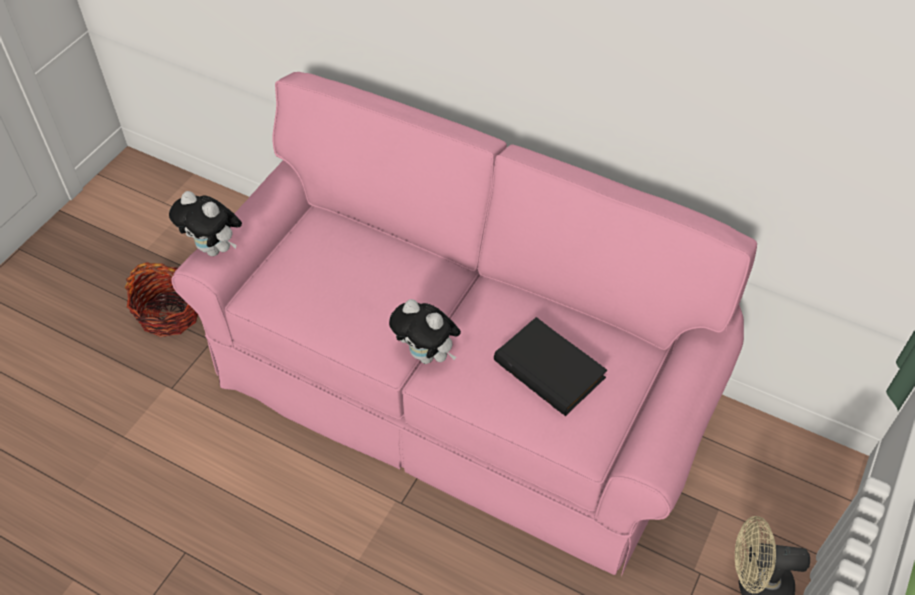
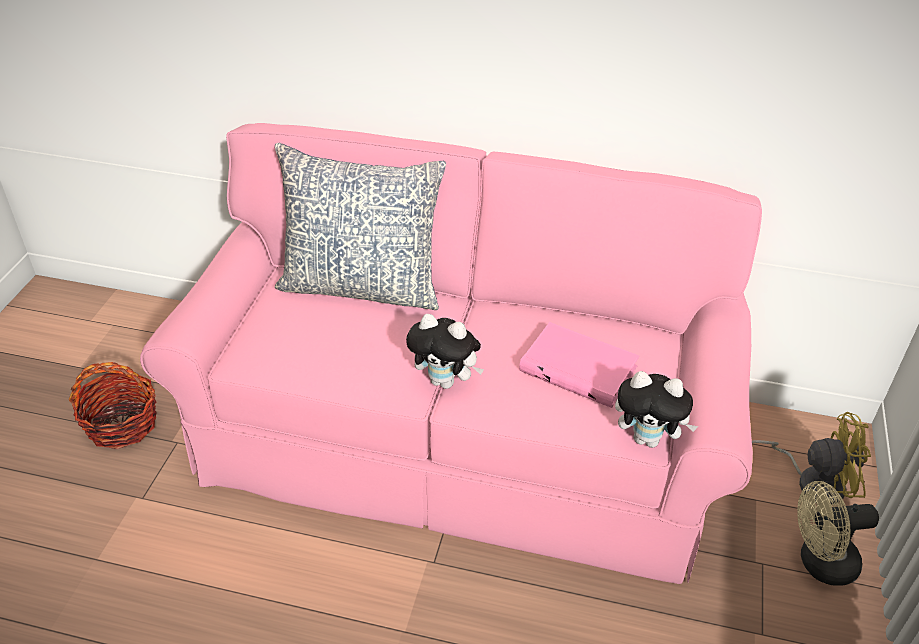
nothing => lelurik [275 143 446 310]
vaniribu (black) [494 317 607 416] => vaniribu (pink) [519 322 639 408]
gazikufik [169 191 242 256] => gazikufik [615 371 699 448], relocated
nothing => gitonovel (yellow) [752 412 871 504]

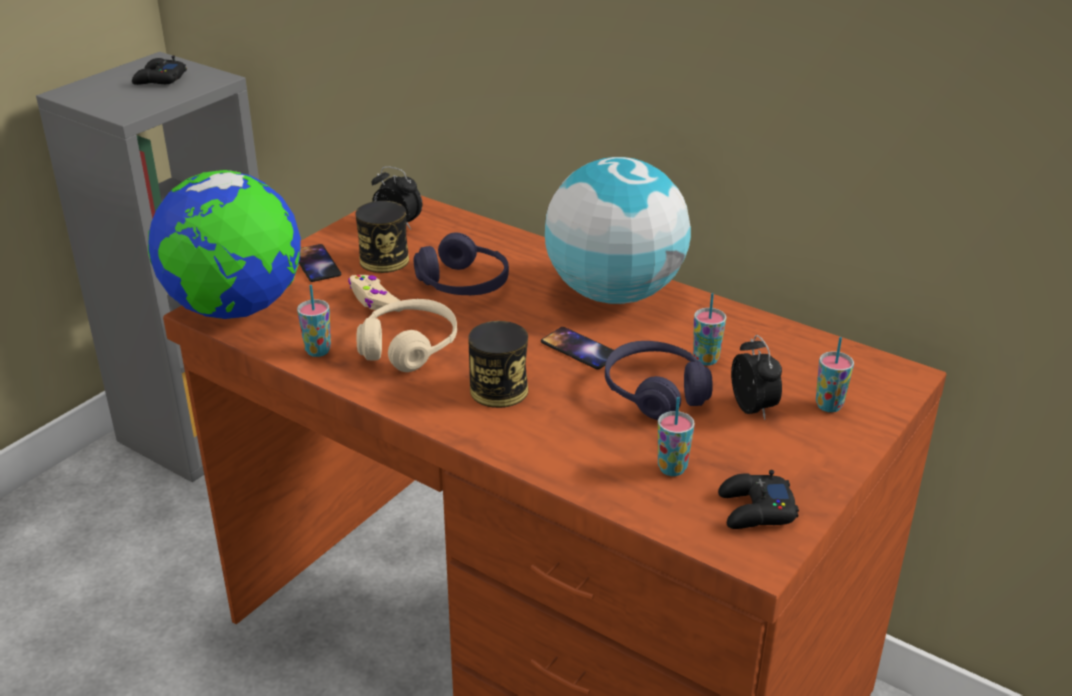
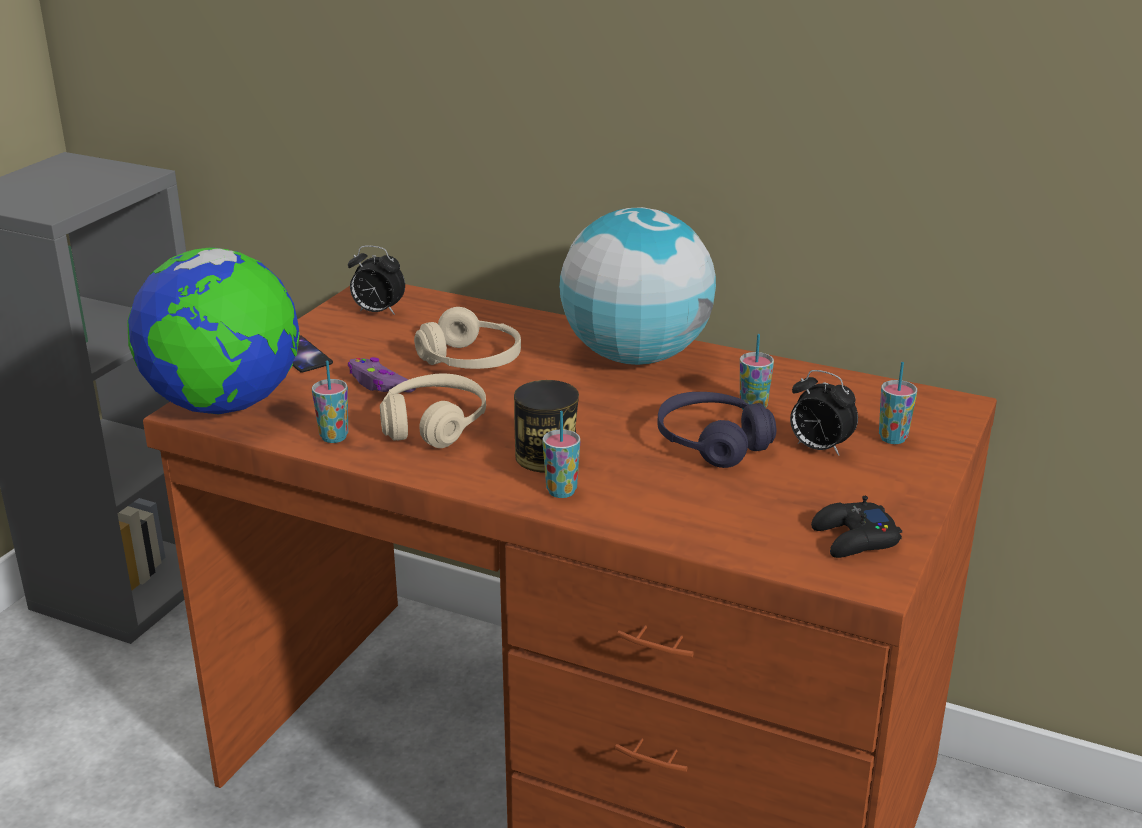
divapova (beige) [348 275 402 312] => divapova (purple) [348 357 416 393]
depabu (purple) [414 233 509 295] => depabu (beige) [414 307 521 369]
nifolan [658 397 695 476] => nifolan [542 411 580 498], relocated
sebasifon [731 335 782 420] => sebasifon [790 370 858 456], 150 degrees clockwise
divapova (black) [132 56 187 85] => nothing
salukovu [355 201 409 273] => nothing
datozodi [541 327 614 370] => nothing

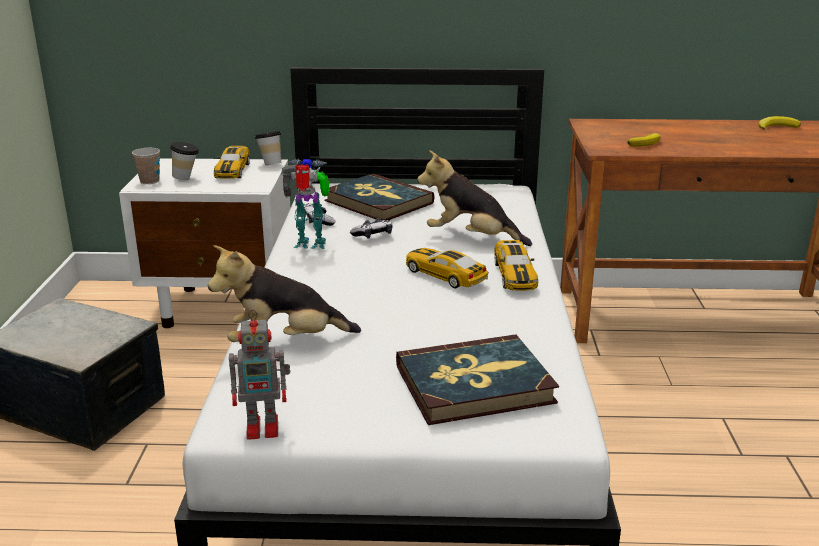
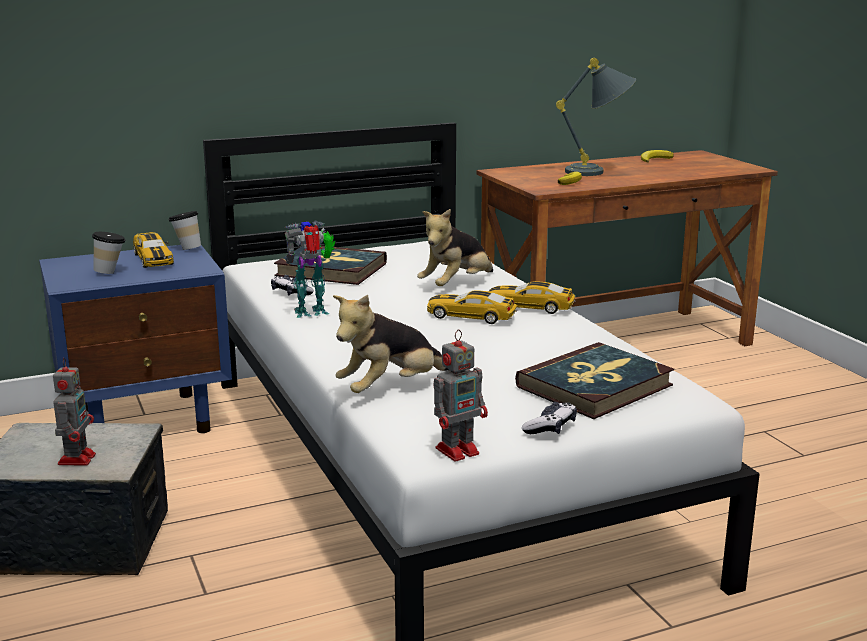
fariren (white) [119 158 291 328] => fariren (blue) [39 245 232 433]
nothing => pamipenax [53 358 96 466]
gazikufik [417 150 532 246] => gazikufik [417 209 493 286], 45 degrees counterclockwise
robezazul [494 240 538 291] => robezazul [489 281 575 314], 135 degrees clockwise
divapova [350 218 393 239] => divapova [522 402 577 434], relocated
nothing => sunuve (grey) [556 58 636 176]
nifolan [132 148 160 184] => nothing

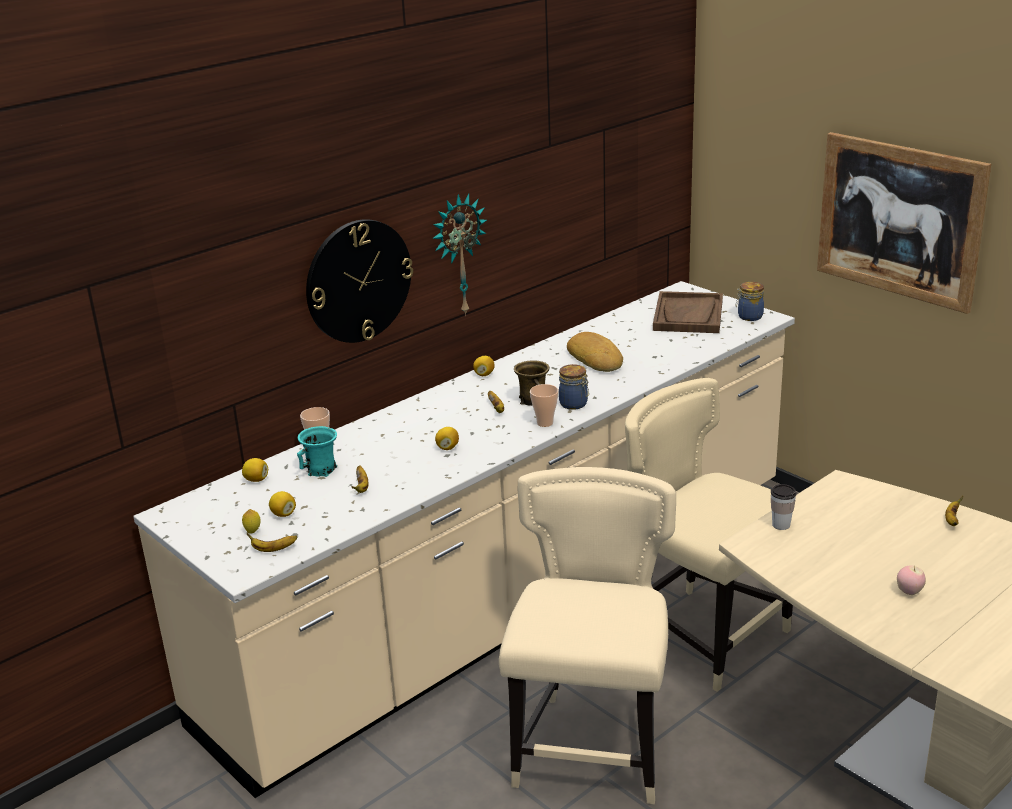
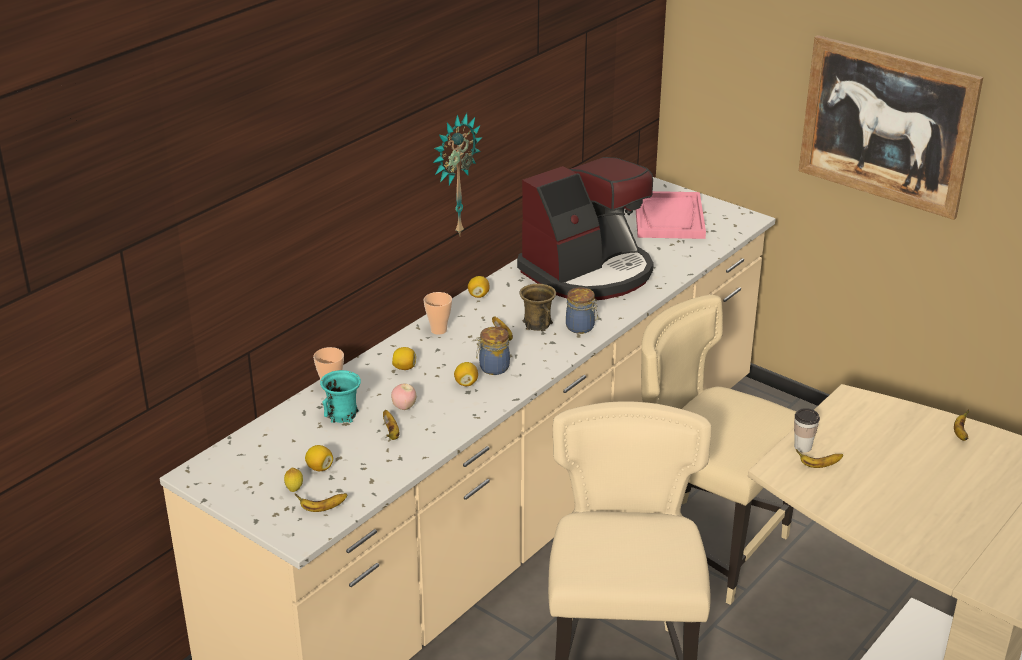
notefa [897 566 926 595] => notefa [391 383 417 410], relocated
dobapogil [242 458 268 482] => dobapogil [392 347 416 370], relocated
nifolan [530 384 558 427] => nifolan [424 292 452 335], relocated
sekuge [736 282 764 321] => sekuge [476 327 510 375], relocated
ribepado [567 332 623 372] => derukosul [517 157 654 300]
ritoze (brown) [653 291 723 333] => ritoze (pink) [636 191 706 239]
nothing => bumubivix [796 449 843 468]
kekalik [306 219 413 343] => nothing

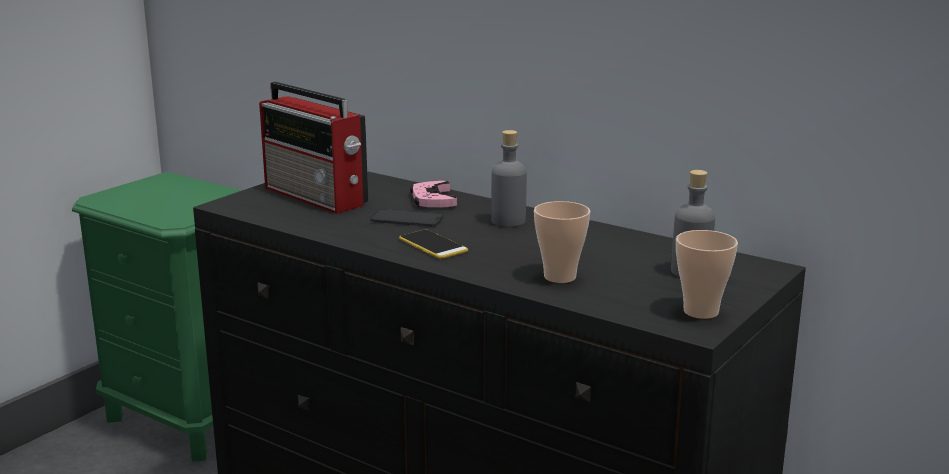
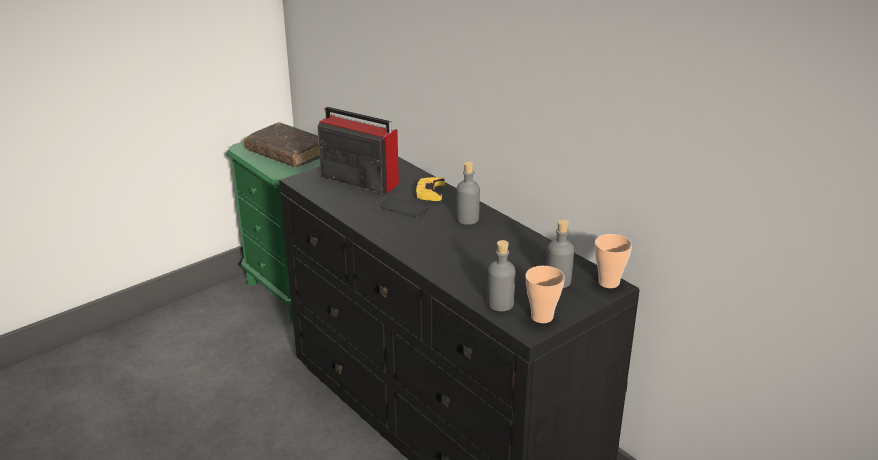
nothing => vaniribu (brown) [244 122 320 167]
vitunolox [259 82 368 214] => vitunolox [317 107 399 194], 150 degrees clockwise
divapova (pink) [410 181 457 207] => divapova (yellow) [414 177 445 201]
nothing => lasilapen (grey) [487 240 515 311]
nifolan [534 201 590 283] => nifolan [595 234 632 288], relocated
datozodi [399 230 468 259] => nothing

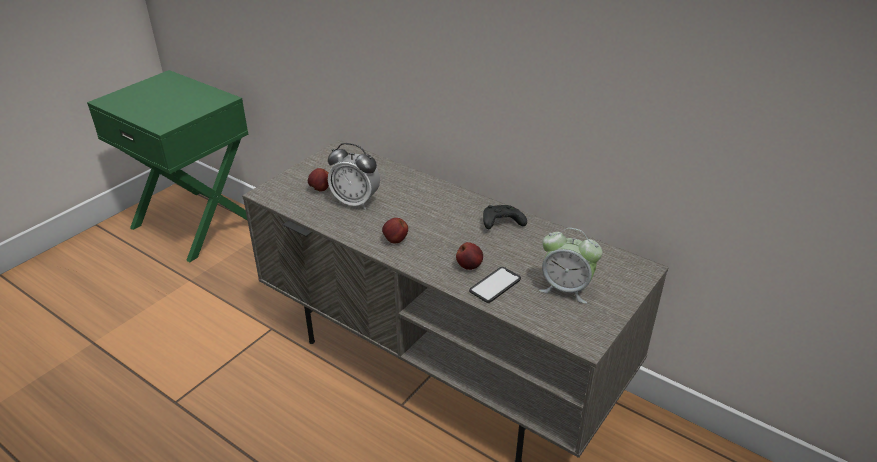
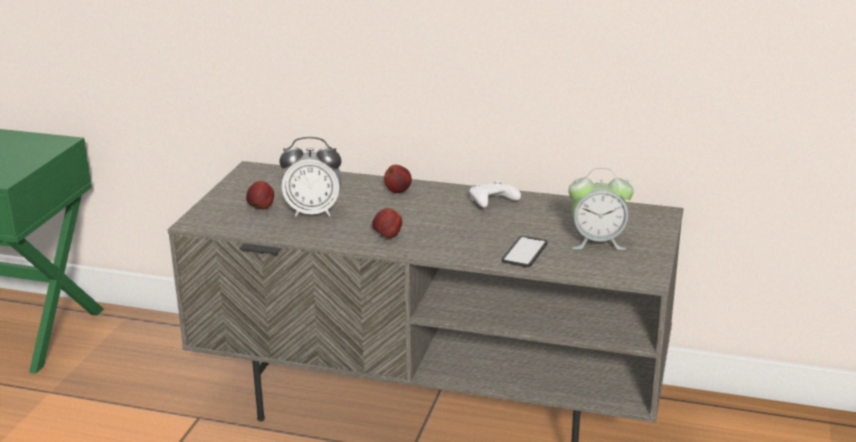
notefa [456 242 483 270] => notefa [384 165 412 193], relocated
divapova (black) [483 205 527 229] => divapova (white) [470 181 521 208]

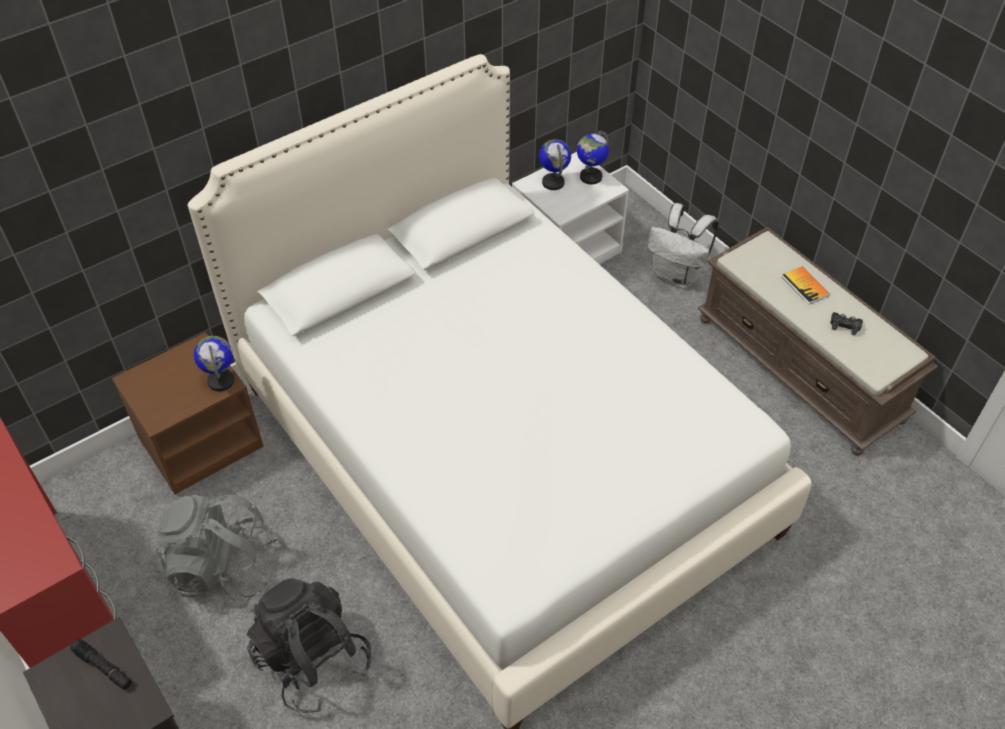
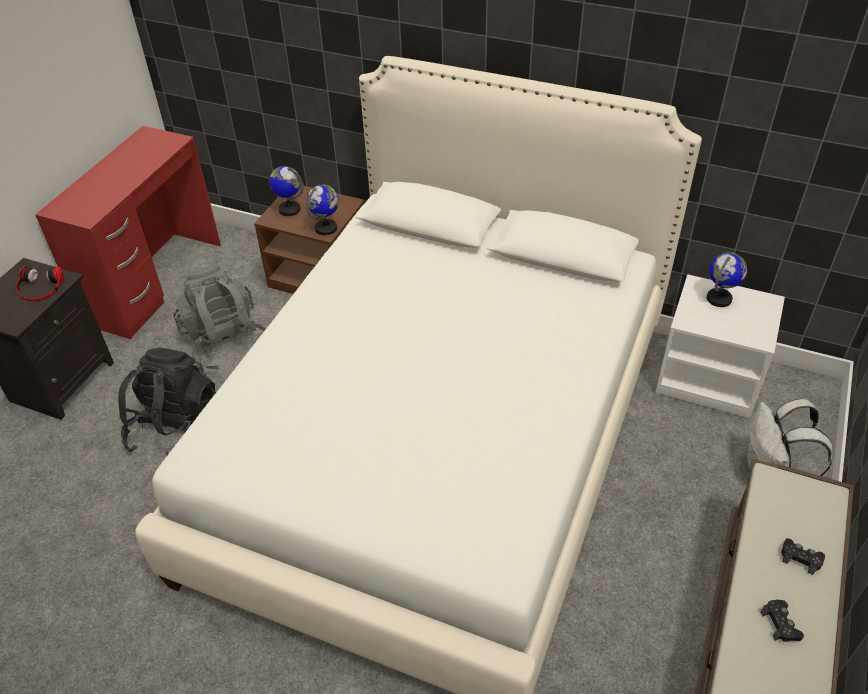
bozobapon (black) [70 639 132 690] => depabu [16 266 64 301]
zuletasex [577 131 609 185] => zuletasex [269 166 304 216], relocated
vaniribu [782 267 830 305] => divapova (black) [781 538 825 575]

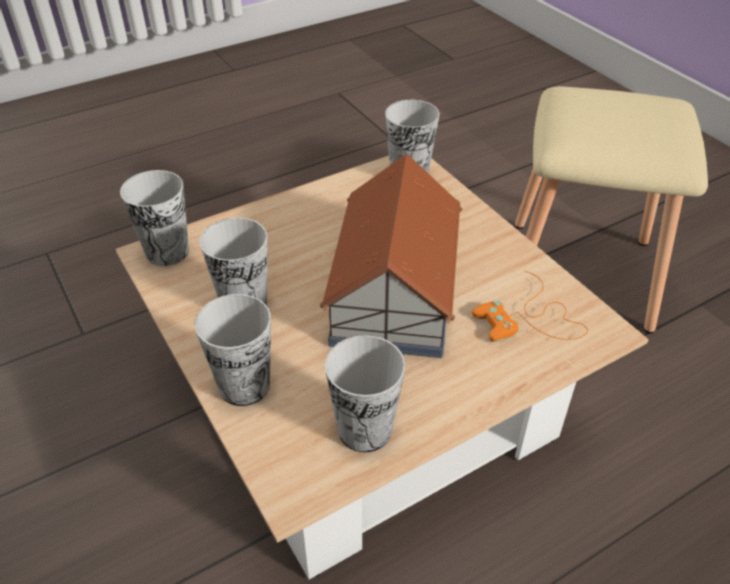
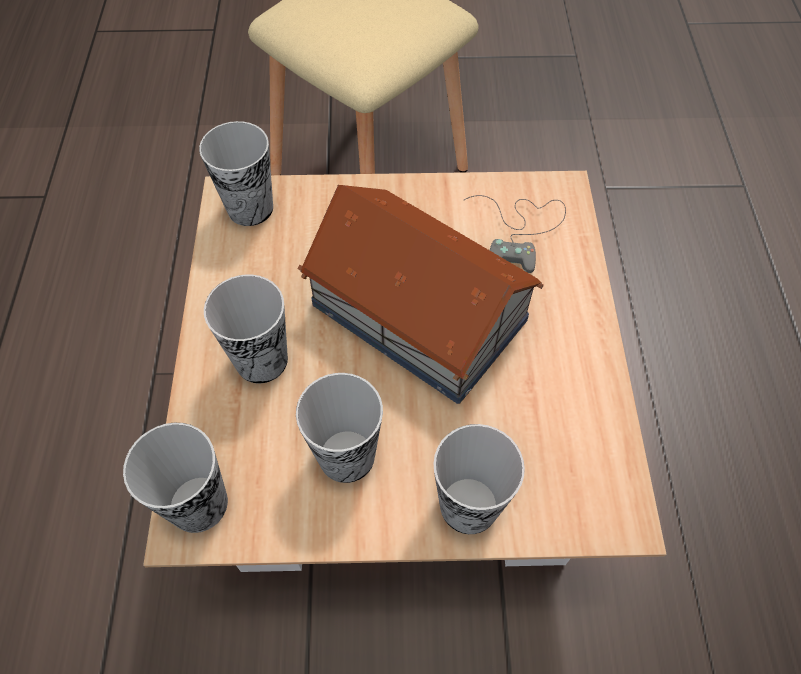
nifolan [325 335 405 452] => nifolan [204 275 288 383], relocated
divapova (orange) [472 271 588 342] => divapova (grey) [464 195 566 273]

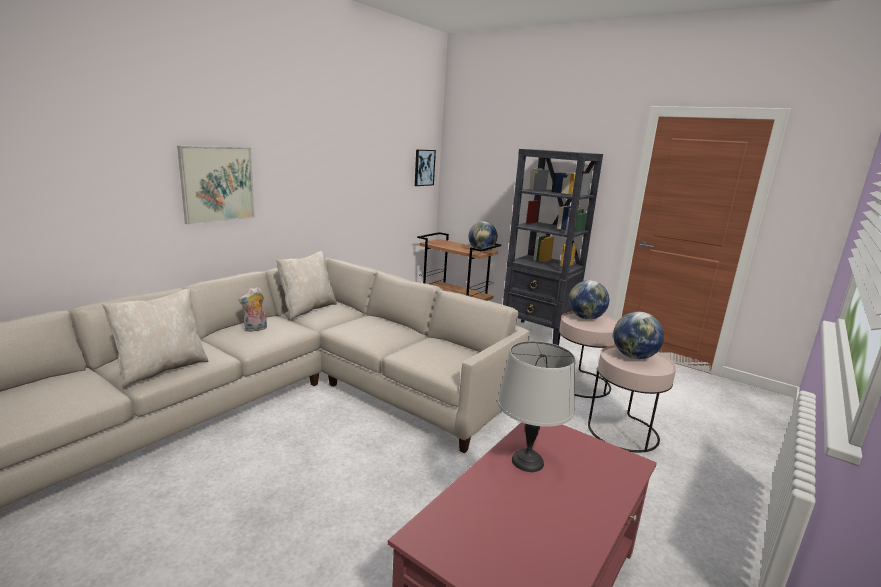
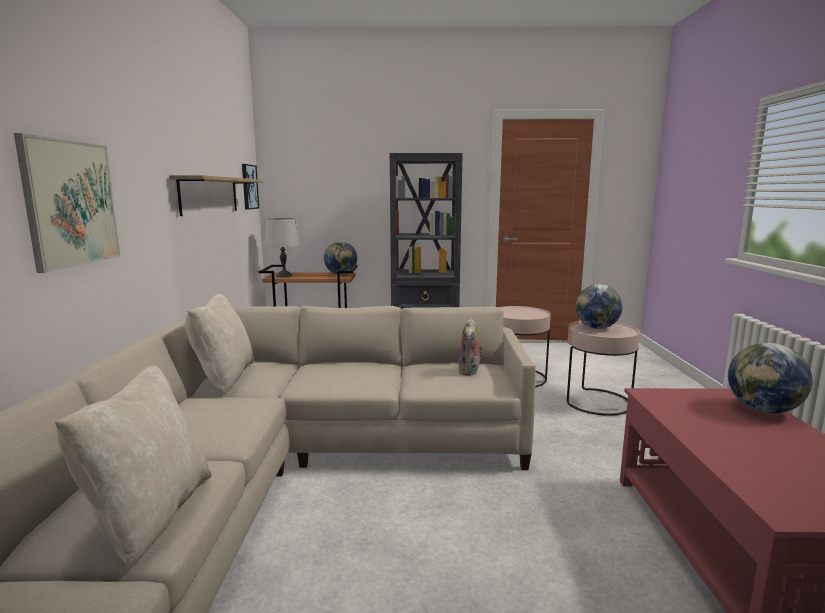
nothing => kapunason [169 175 263 216]
sunuve (grey) [497 341 575 472] => sunuve (grey) [264 218 301 277], relocated
gazikufik [239 287 267 332] => gazikufik [458 318 483 376], relocated
zuletasex [569 280 609 320] => zuletasex [728 343 813 414], relocated

